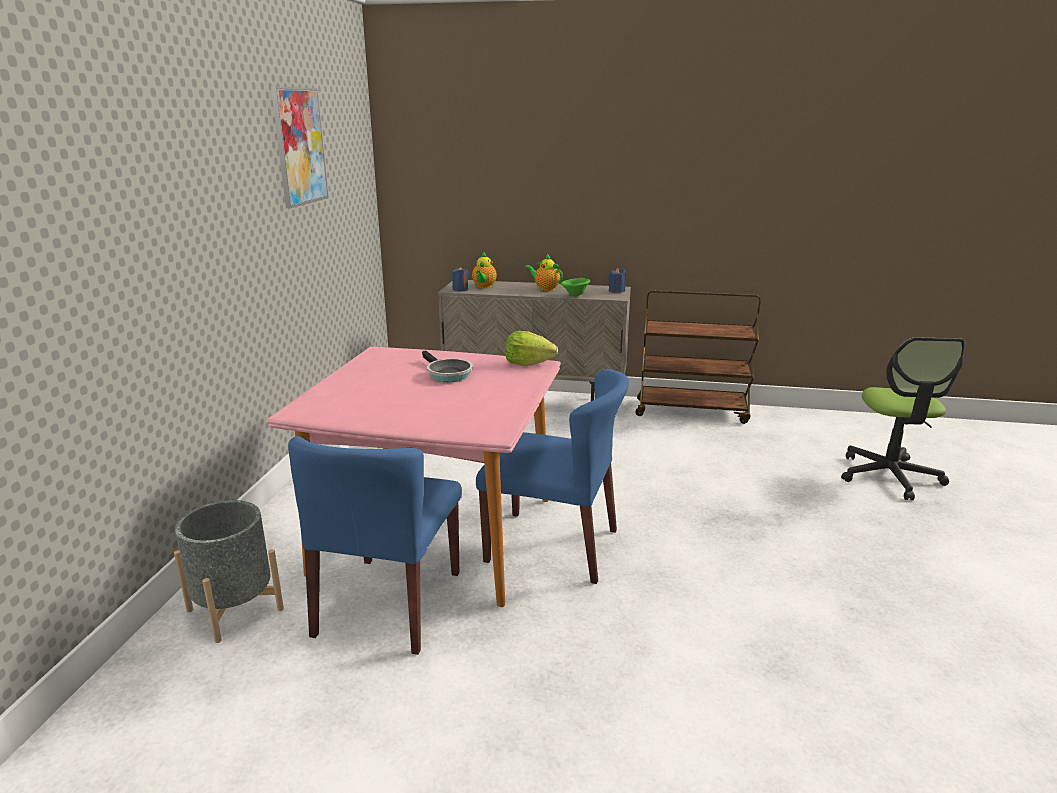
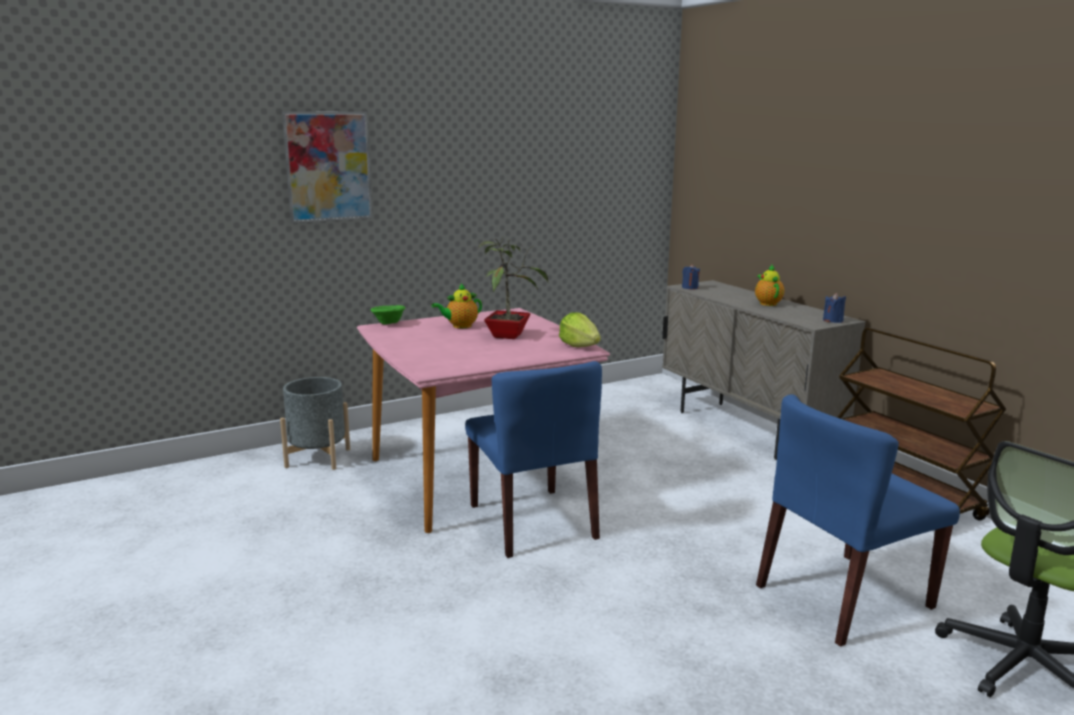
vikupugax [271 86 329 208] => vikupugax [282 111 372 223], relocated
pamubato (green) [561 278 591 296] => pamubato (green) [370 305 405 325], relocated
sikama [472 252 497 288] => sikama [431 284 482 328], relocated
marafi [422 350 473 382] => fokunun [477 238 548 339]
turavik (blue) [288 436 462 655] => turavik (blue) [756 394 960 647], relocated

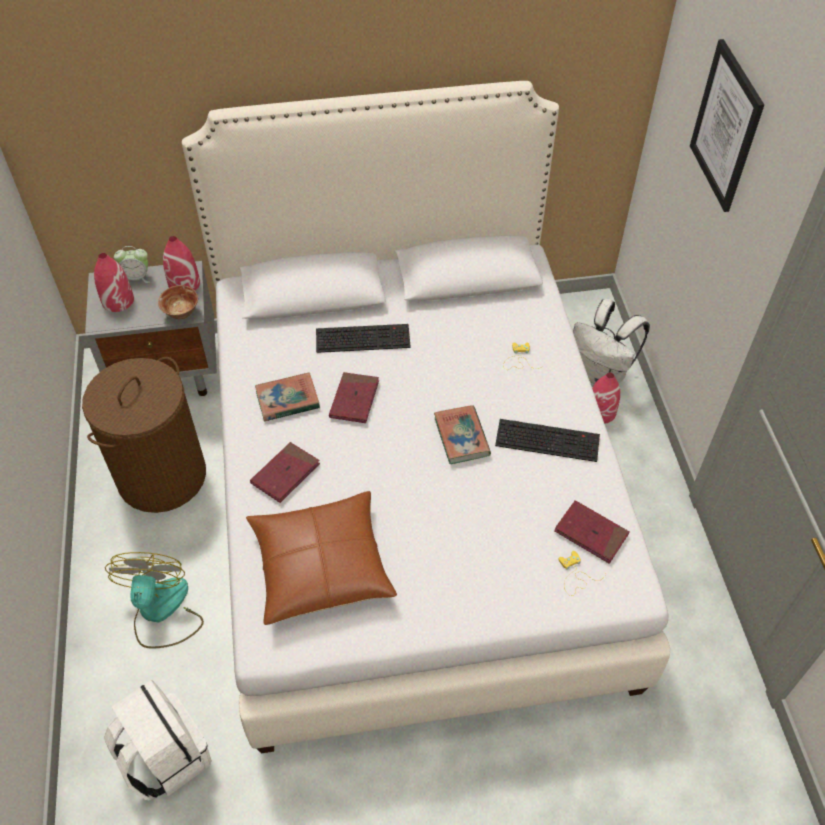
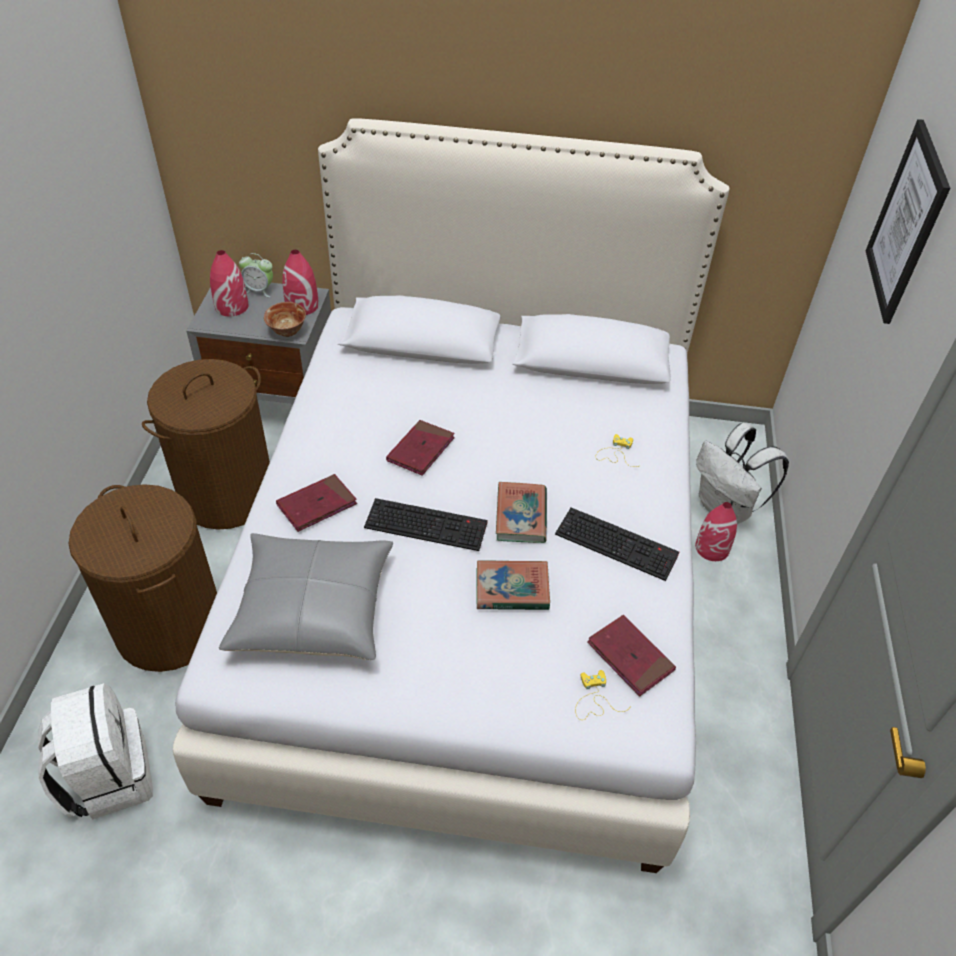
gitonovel [105 552 204 649] => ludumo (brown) [68 484 217 672]
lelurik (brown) [246 491 397 625] => lelurik (grey) [219 533 393 660]
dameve [316 324 411 353] => dameve [364 498 488 551], relocated
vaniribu [255 372 320 422] => vaniribu [476 560 550 610], relocated

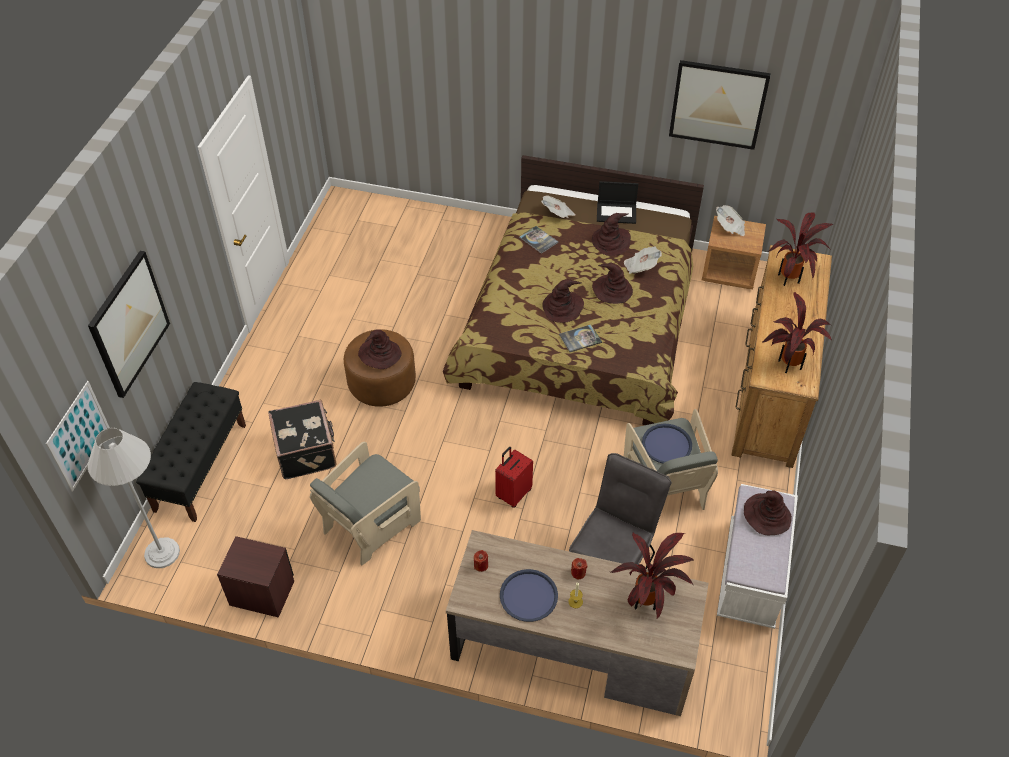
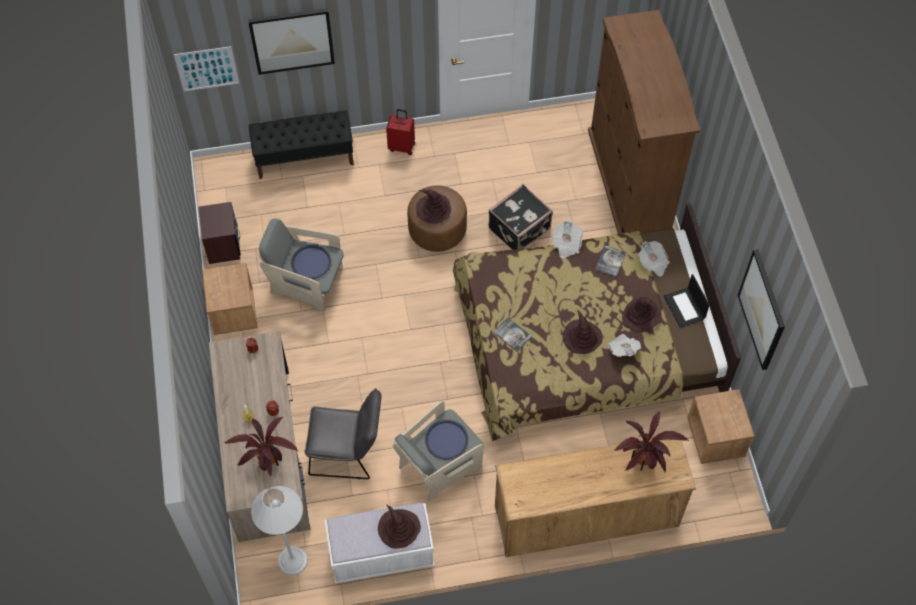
nothing => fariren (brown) [202 263 258 335]
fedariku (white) [88 427 180 568] => fedariku (white) [251 486 308 575], relocated
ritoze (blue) [500 569 558 622] => ritoze (blue) [291 245 331 279], relocated
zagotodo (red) [495 447 533 508] => zagotodo (red) [386 109 415 155], relocated
zagotodo (black) [268 400 337 479] => zagotodo (black) [489 184 553 250], relocated
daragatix [716 205 745 236] => daragatix [552 221 583 258], relocated
nothing => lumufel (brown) [588 10 700 234]
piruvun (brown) [543 279 584 323] => nothing
fokunun [763 292 832 373] => nothing

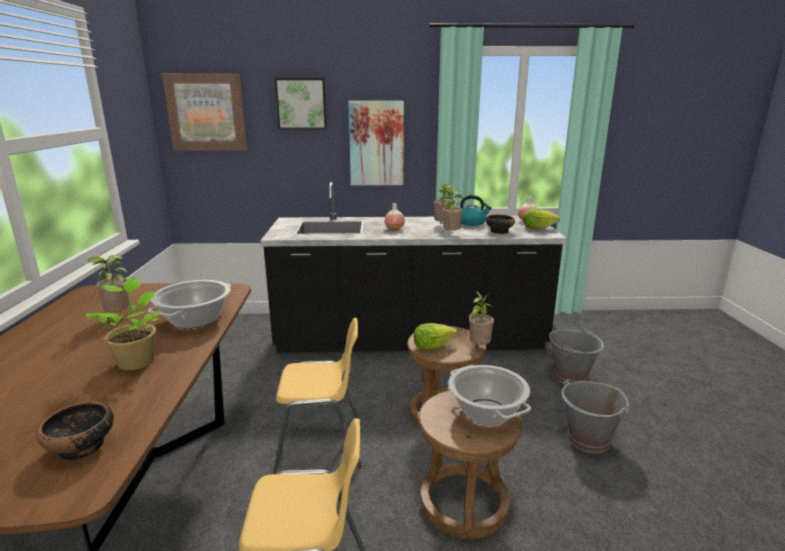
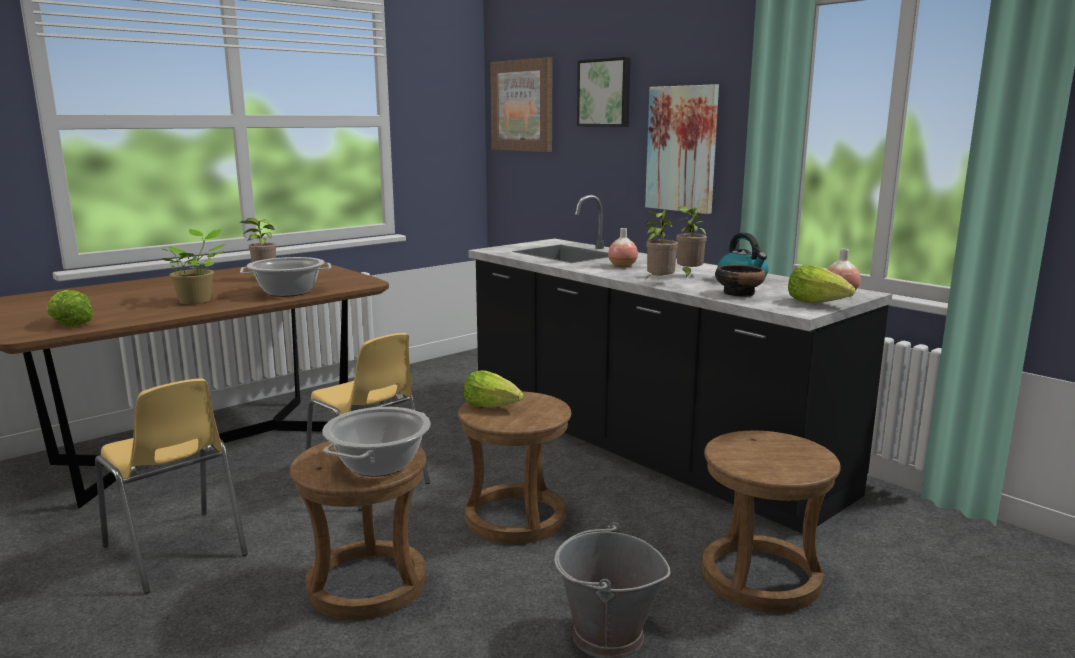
pamubato [36 402 114 461] => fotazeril [47 290 93 326]
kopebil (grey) [549 327 604 385] => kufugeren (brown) [702 431 841 612]
fokunun [468 291 494 345] => nothing

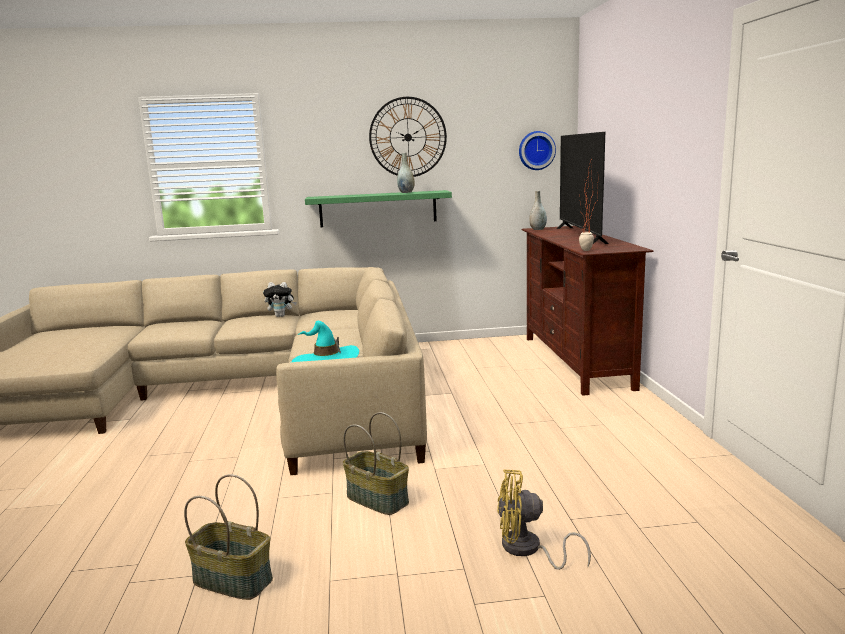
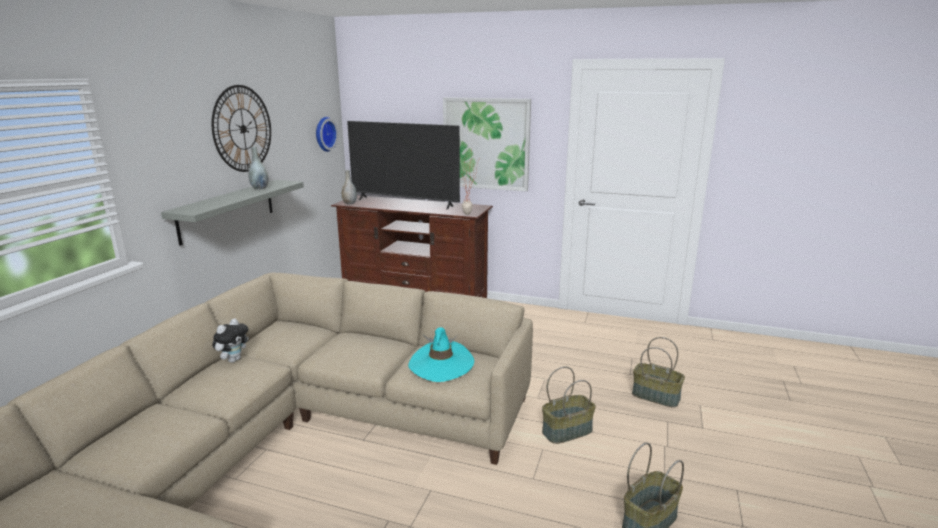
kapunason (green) [305 190 452 227] => kapunason (grey) [161 180 304 246]
nothing => vikupugax [443 97 531 192]
gitonovel (yellow) [497 469 591 570] => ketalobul [632 337 685 408]

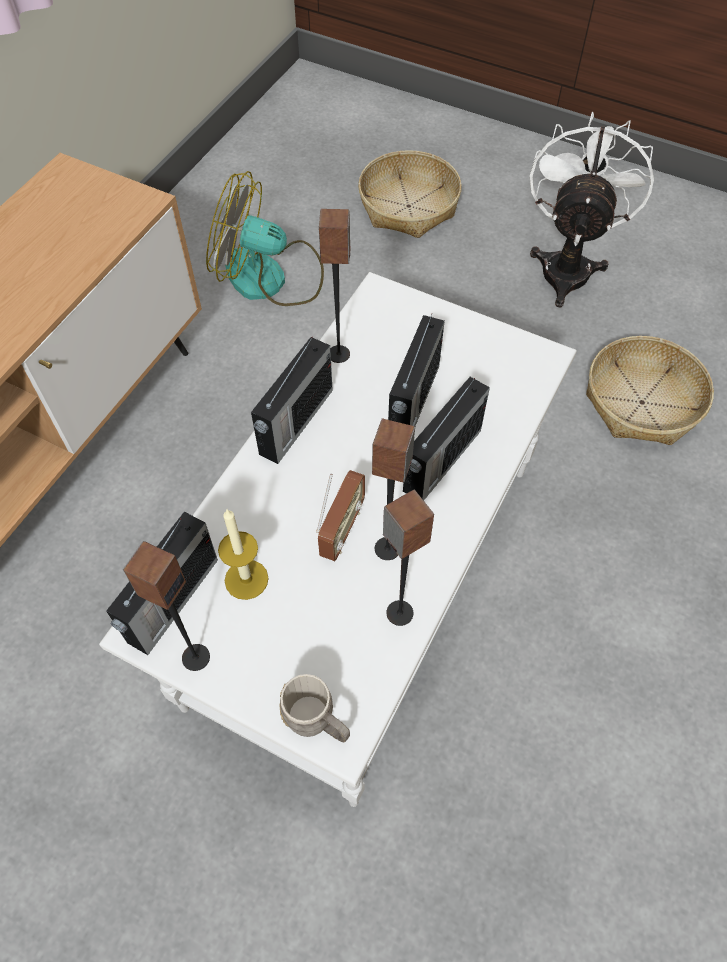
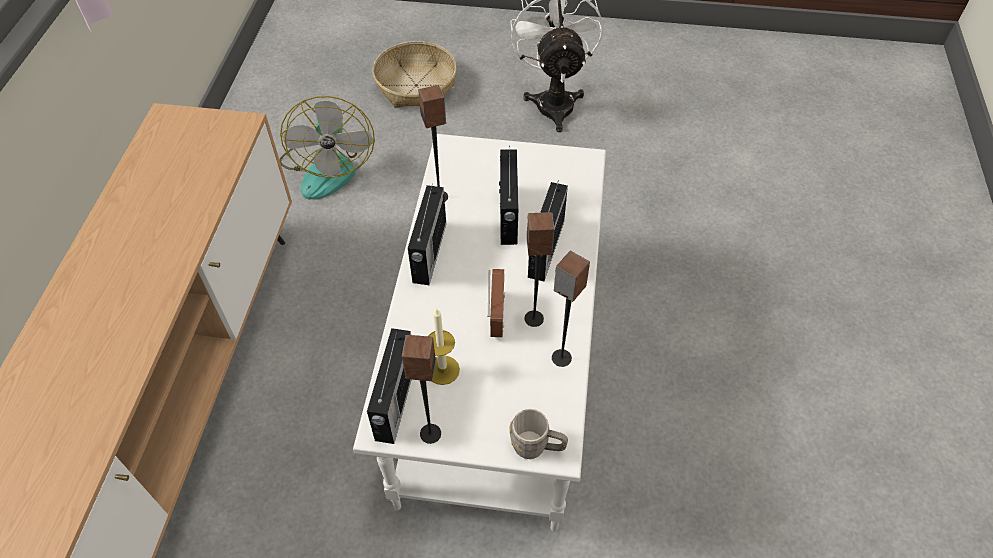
gitonovel [206 171 324 306] => gitonovel [279 96 375 200], 90 degrees counterclockwise
ketalobul [586 336 714 445] => nothing

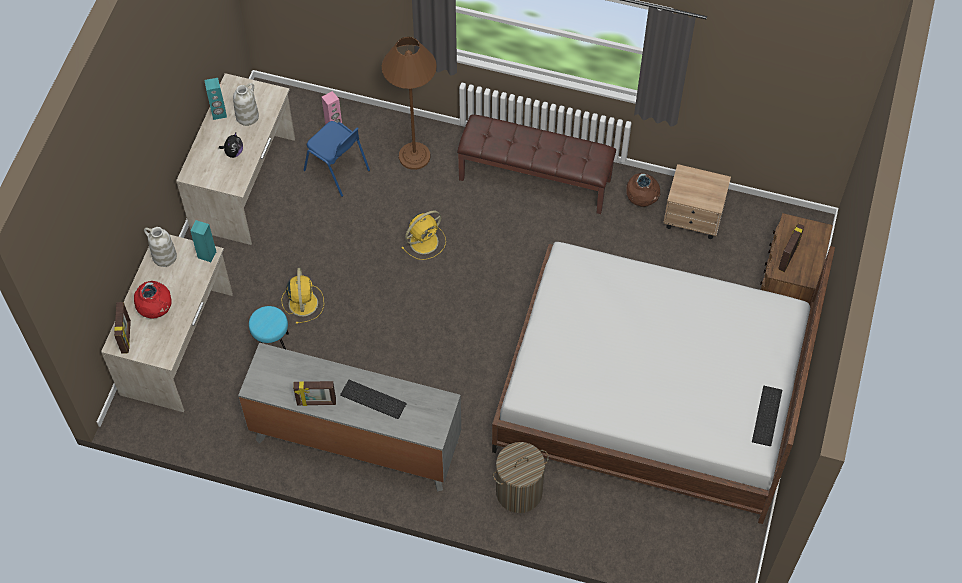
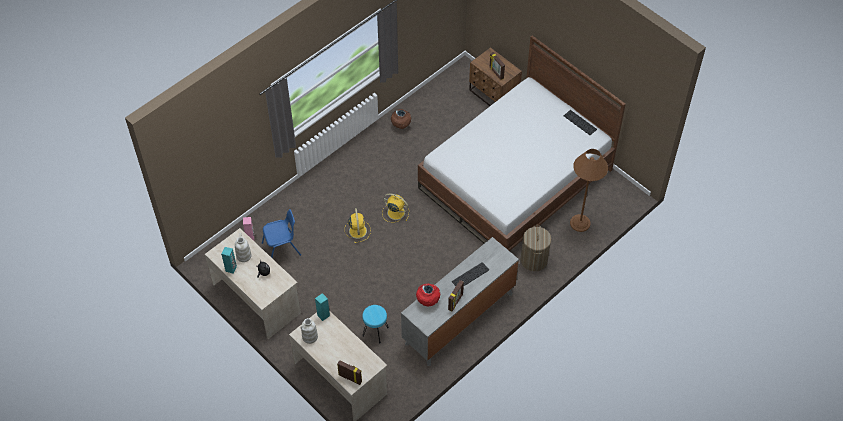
gitonovel (yellow) [282 268 324 324] => gitonovel (yellow) [382 193 409 222], relocated
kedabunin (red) [134 281 172 319] => kedabunin (red) [416 284 440 306], relocated
fedariku (brown) [382 37 437 170] => fedariku (brown) [570 149 608 232], relocated
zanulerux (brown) [457 114 616 214] => nothing
fariren (beige) [663 164 731 239] => nothing

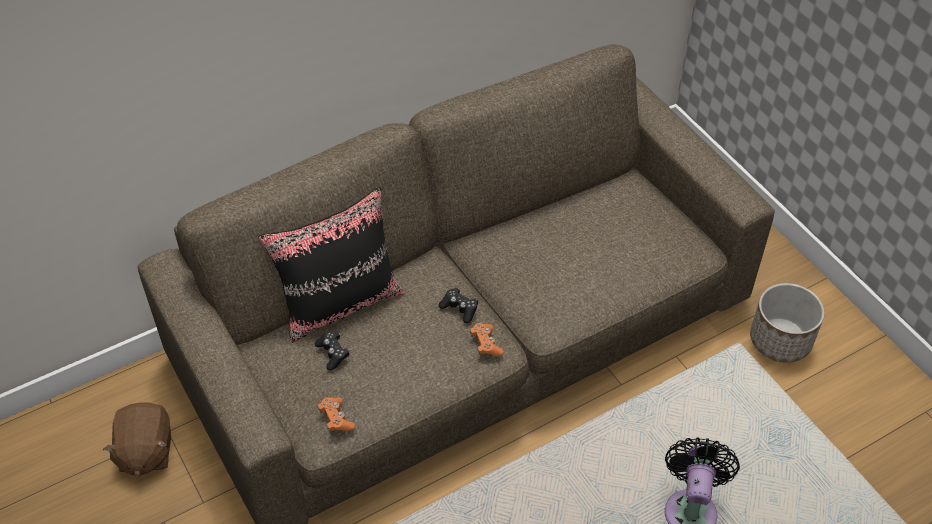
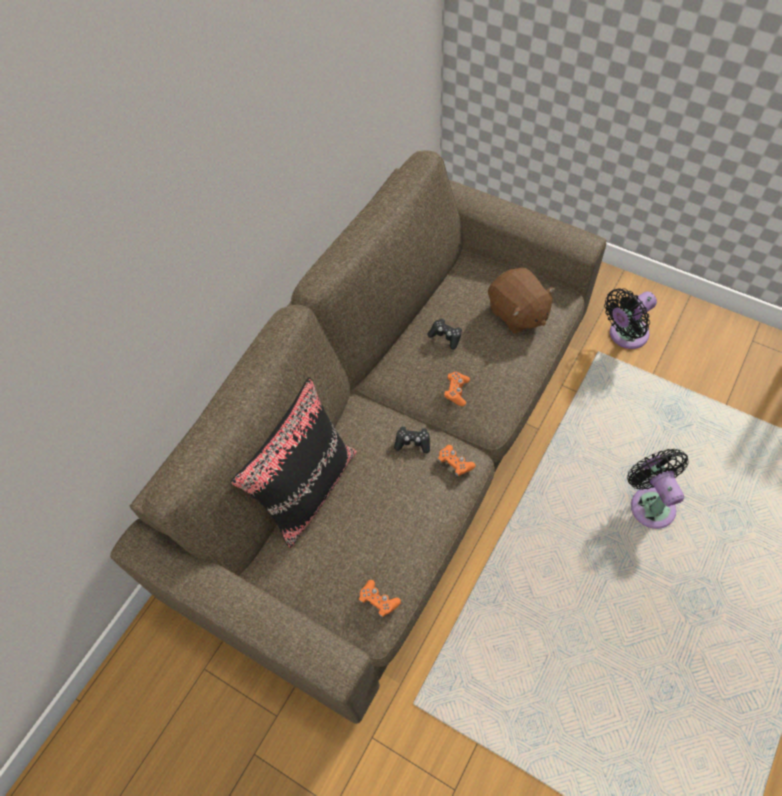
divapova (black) [315 331 349 370] => divapova (black) [427 319 462 349], relocated
nothing => divapova (orange) [444 372 470 406]
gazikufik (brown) [103 402 171 477] => gazikufik (brown) [488 268 556 334], relocated
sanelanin [750 283 825 363] => gitonovel (black) [604 288 657 349]

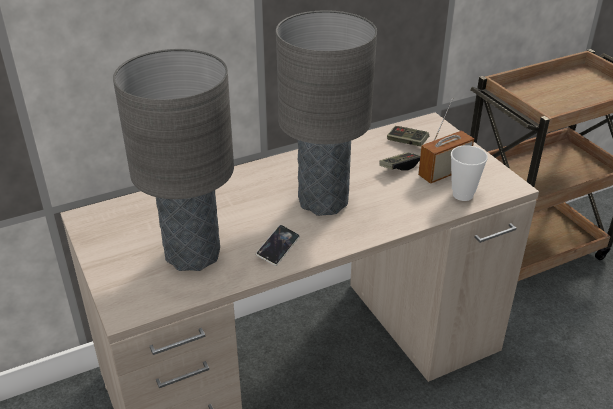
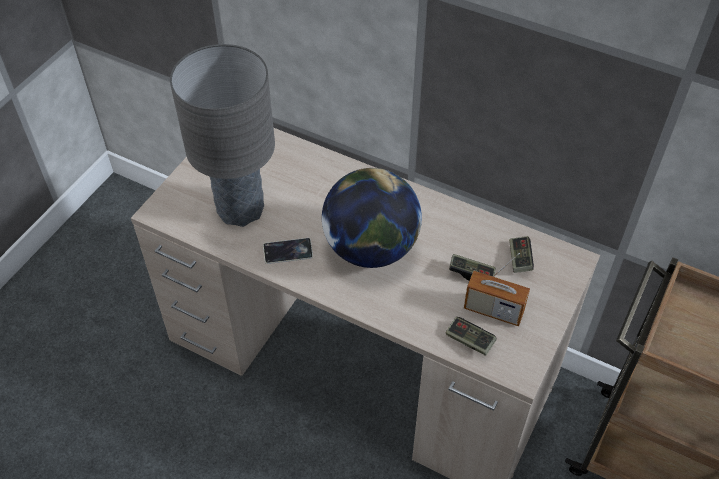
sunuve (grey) [276 10 377 216] => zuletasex [322 168 422 268]
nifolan [451 145 488 201] => divapova [446 317 497 356]

